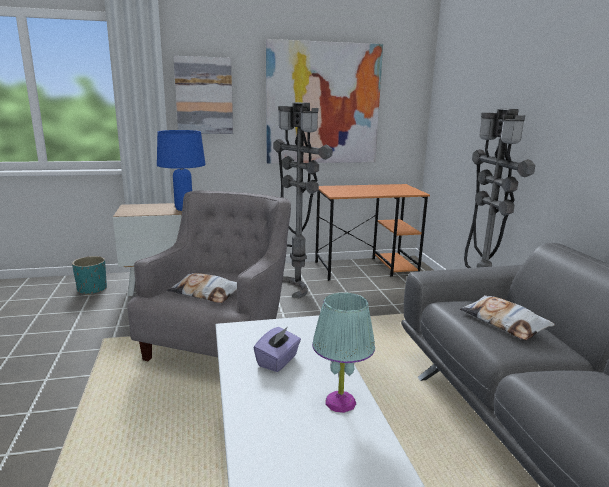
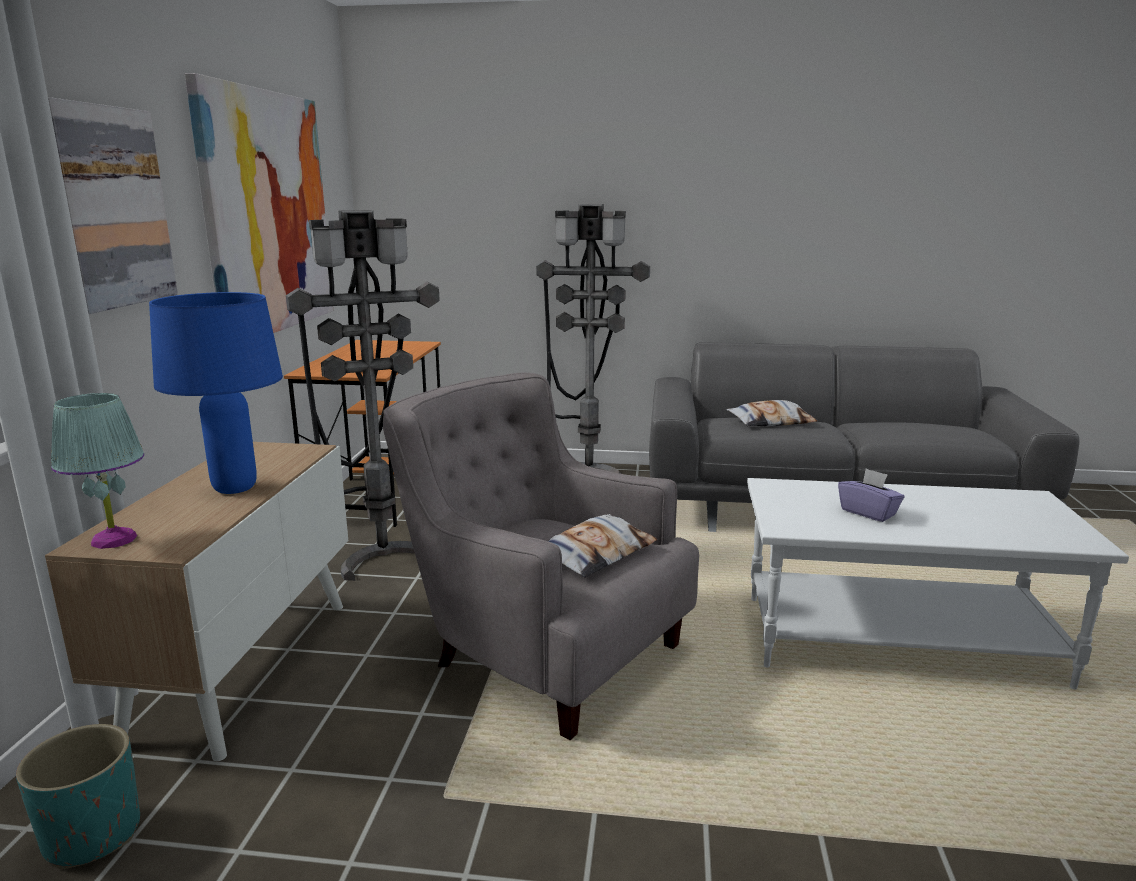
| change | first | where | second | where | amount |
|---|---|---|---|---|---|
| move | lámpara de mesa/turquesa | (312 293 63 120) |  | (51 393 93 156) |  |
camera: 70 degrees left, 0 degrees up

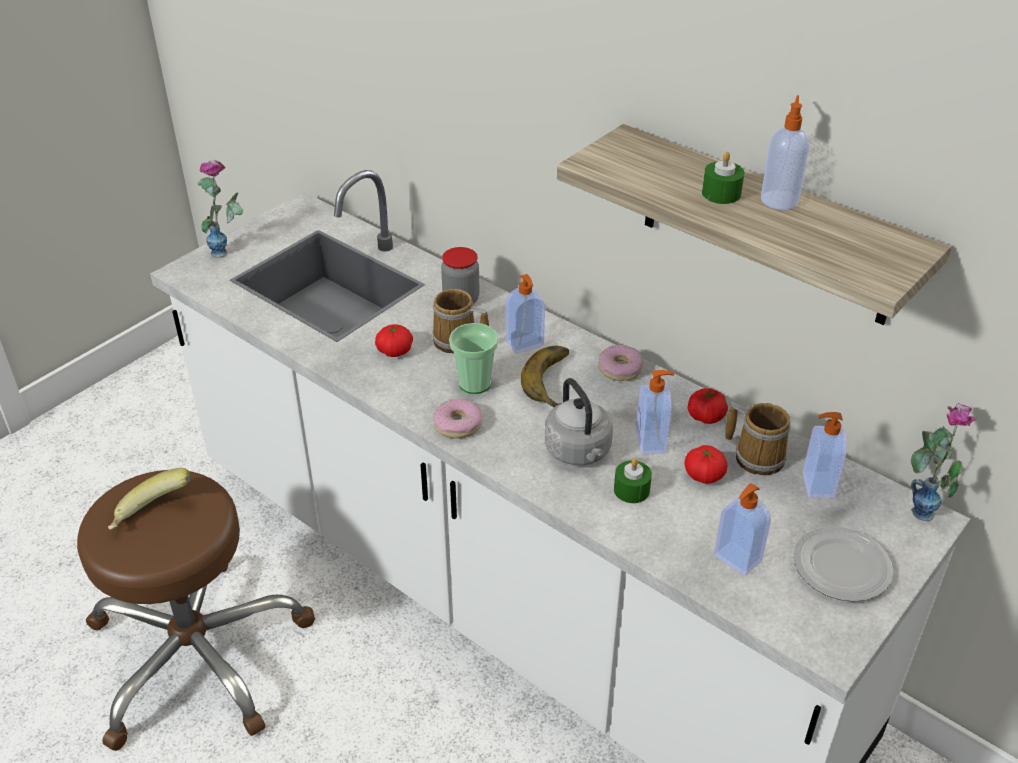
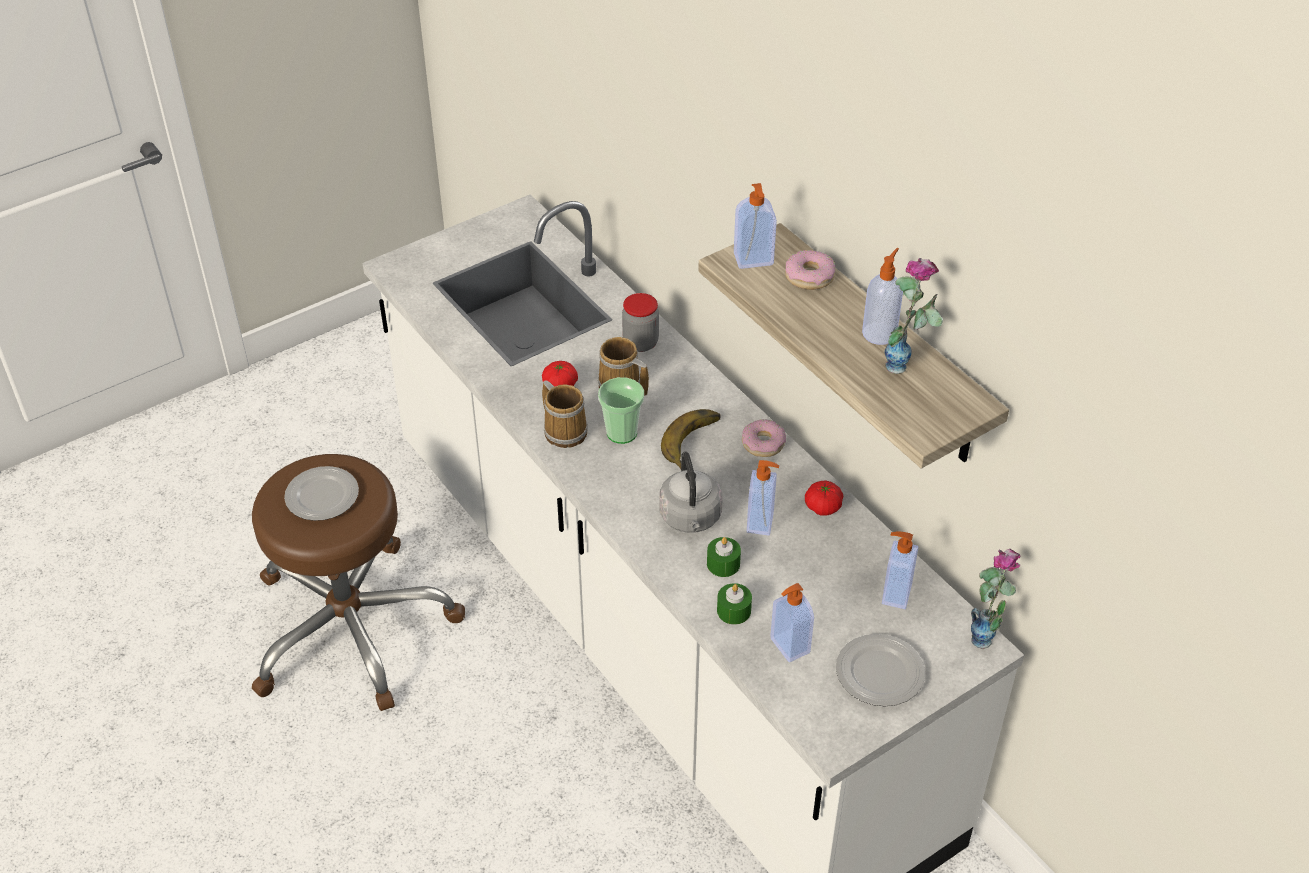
| change | first | where | second | where | amount |
|---|---|---|---|---|---|
| delete | tomate | (684 445 43 39) |  |  |  |
| move | florero | (198 160 45 98) |  | (885 258 58 116) |  |
| move | rosquilla | (433 399 49 40) |  | (785 250 50 40) |  |
| move | dispensador de jabón | (506 274 39 80) |  | (734 183 43 86) |  |
| move | vela/verde | (702 152 42 52) |  | (717 583 35 42) |  |
| move | taza grande | (725 403 66 72) |  | (542 380 46 68) |  |
| replace | plátano | (108 468 84 62) | plato | (284 466 75 55) |  |
camera: 15 degrees right, 5 degrees up

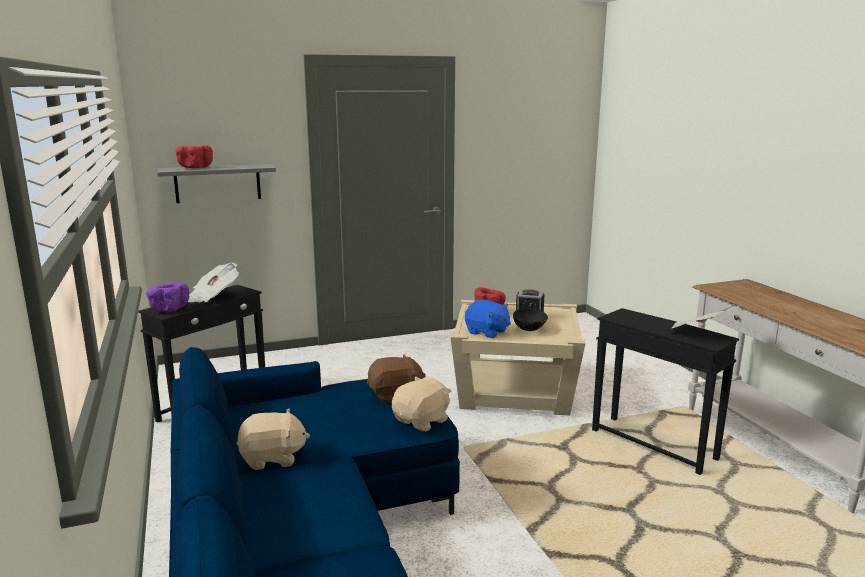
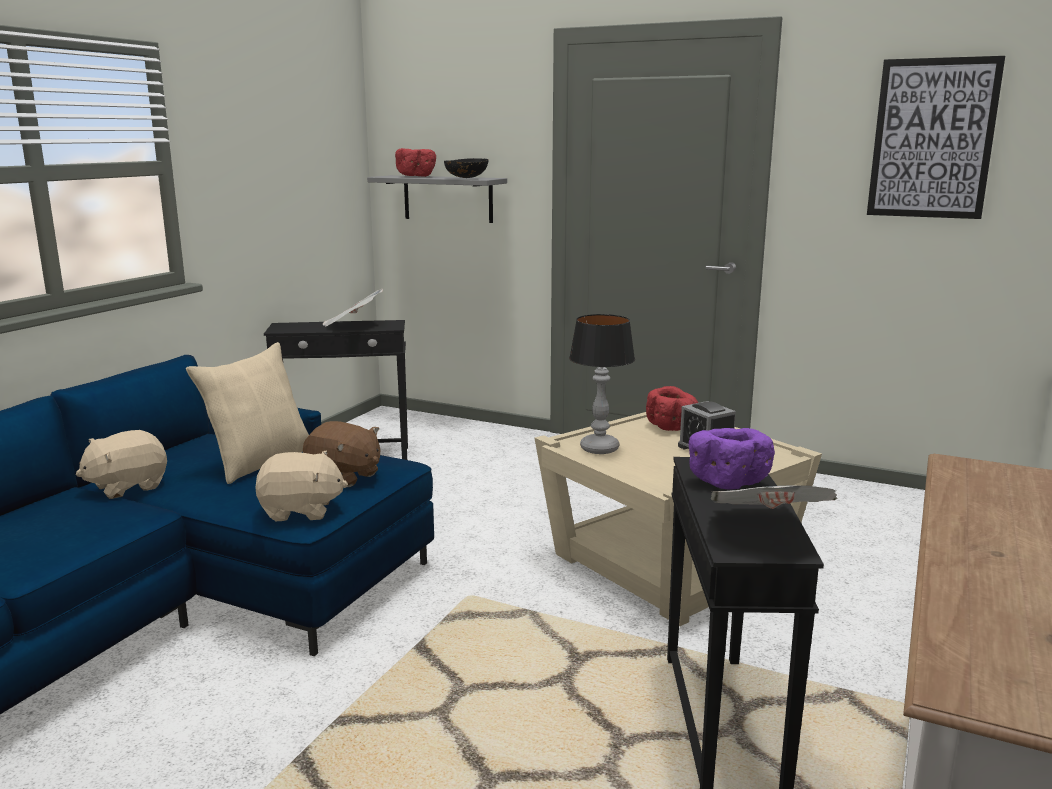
| change | first | where | second | where | amount |
|---|---|---|---|---|---|
| insert |  |  | cojín/beis | (186 342 123 142) |  |
| insert |  |  | cuadro | (867 56 138 163) |  |
| move | cuenco/morado | (146 282 43 30) |  | (688 428 87 61) |  |
| move | cuenco/negro | (513 309 35 22) |  | (444 158 45 20) |  |
| replace | peluche/azul | (465 300 46 38) | lámpara de mesa | (569 314 66 140) |  |
| rotate | peluche/beis | (236 409 74 61) |  | (76 430 91 69) | 105 degrees clockwise |
camera: 45 degrees right, 0 degrees up

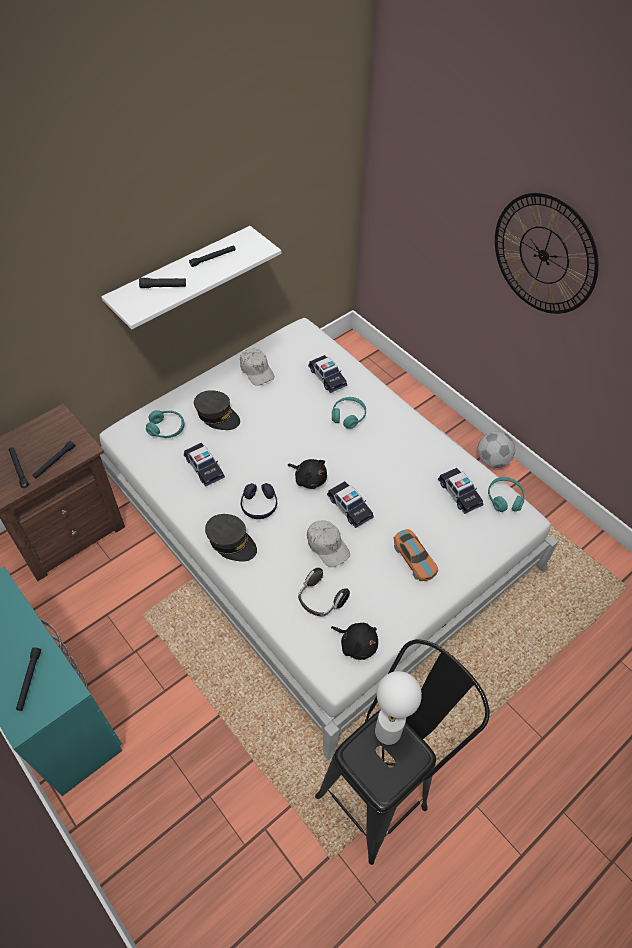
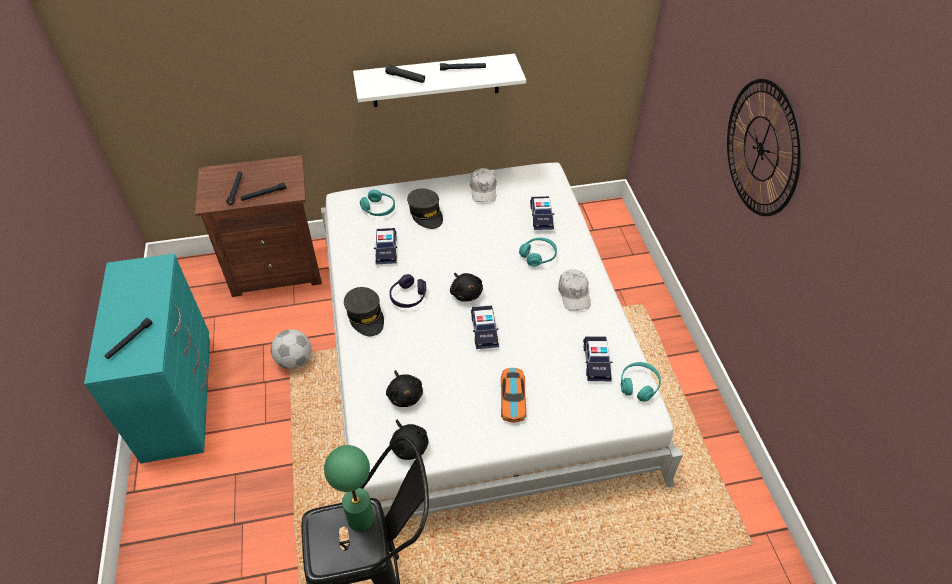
| change | first | where | second | where | amount |
|---|---|---|---|---|---|
| move | gorra/blanco | (307 521 43 46) |  | (558 269 33 42) |  |
| move | balón de fútbol | (477 431 38 37) |  | (271 329 40 40) |  |
| replace | auriculares | (298 568 52 49) | peluche/negro | (386 370 37 37) |  |
| recolor | lámpara de mesa/blanco | (375 671 47 74) | lámpara de mesa/verde | (324 445 50 87) |  |
camera: 30 degrees right, 5 degrees down

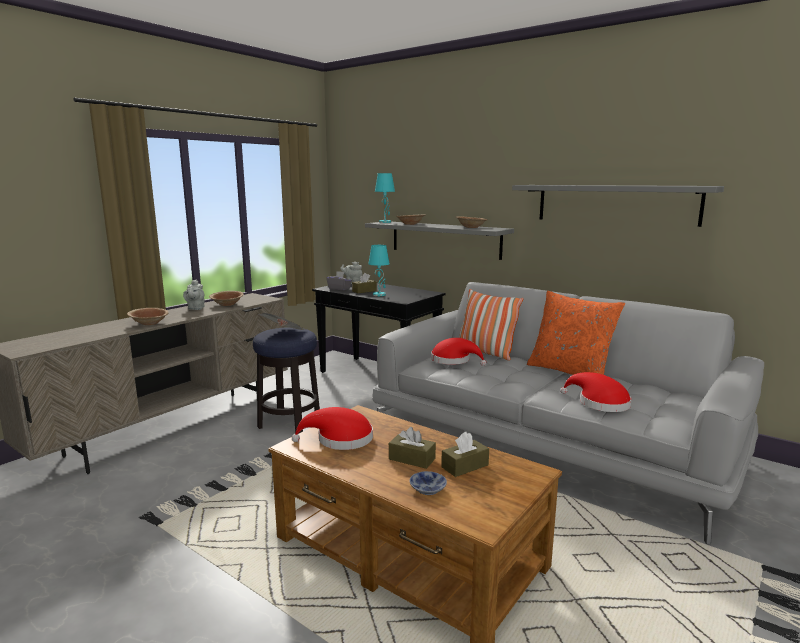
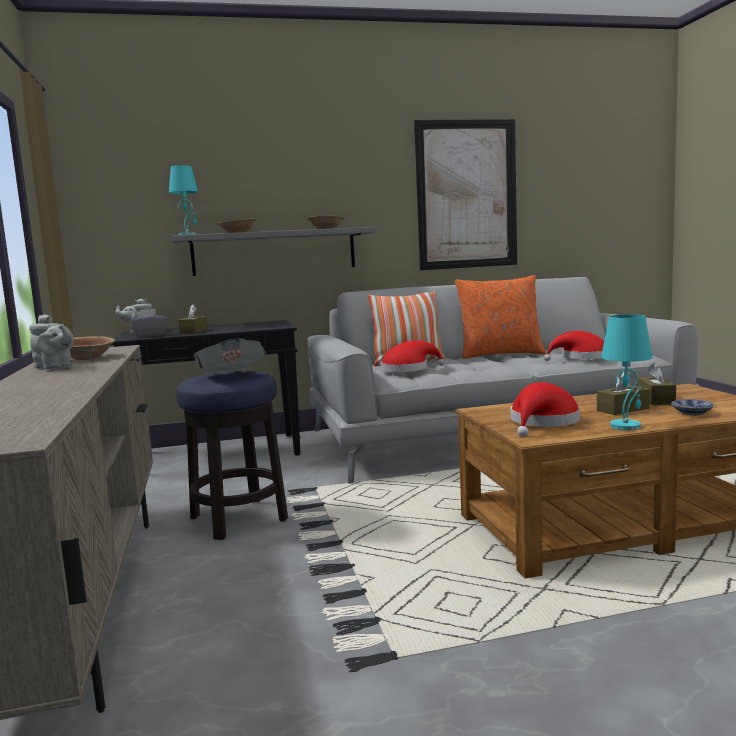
| change | first | where | second | where | amount |
|---|---|---|---|---|---|
| delete | cuenco/marrón | (127 308 42 17) |  |  |  |
| move | lámpara de mesa/turquesa | (368 245 22 51) |  | (601 314 52 117) |  |
| replace | estante/gris | (512 185 212 42) | cuadro | (414 119 103 151) |  |
camera: 50 degrees left, 5 degrees down

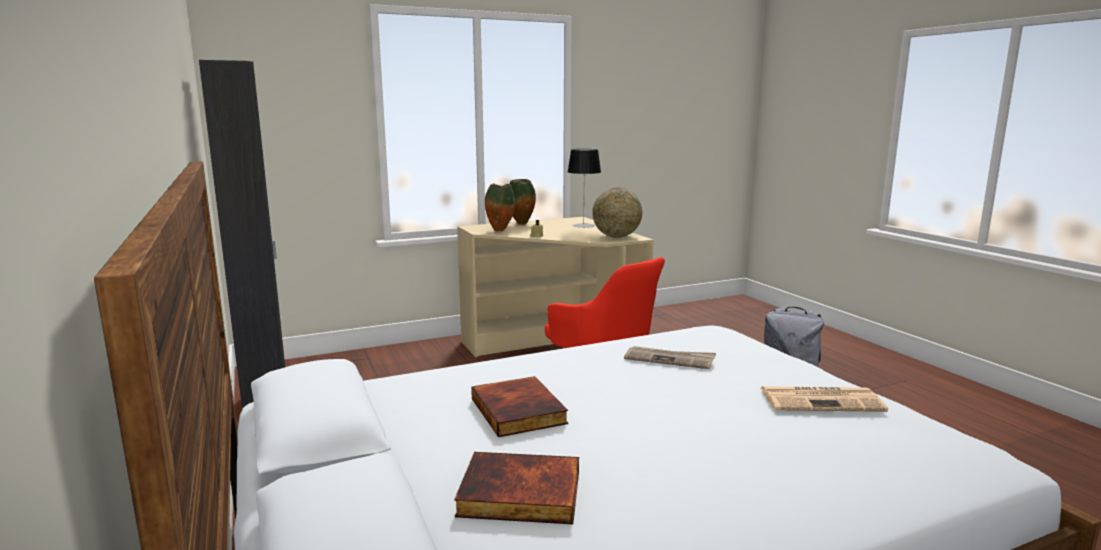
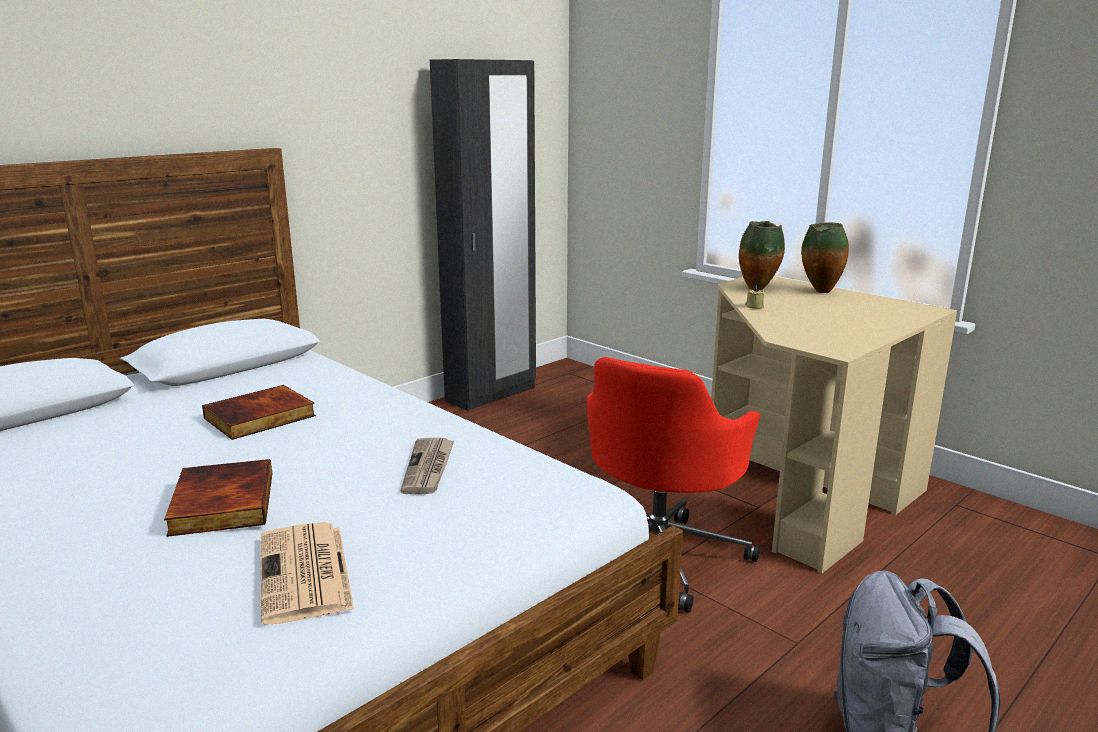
| change | first | where | second | where | amount |
|---|---|---|---|---|---|
| delete | lámpara de mesa | (568 149 33 79) |  |  |  |
| delete | globo terráqueo | (592 187 50 51) |  |  |  |
| move | libro | (454 452 125 72) |  | (164 459 108 78) |  |
camera: 70 degrees right, 5 degrees up

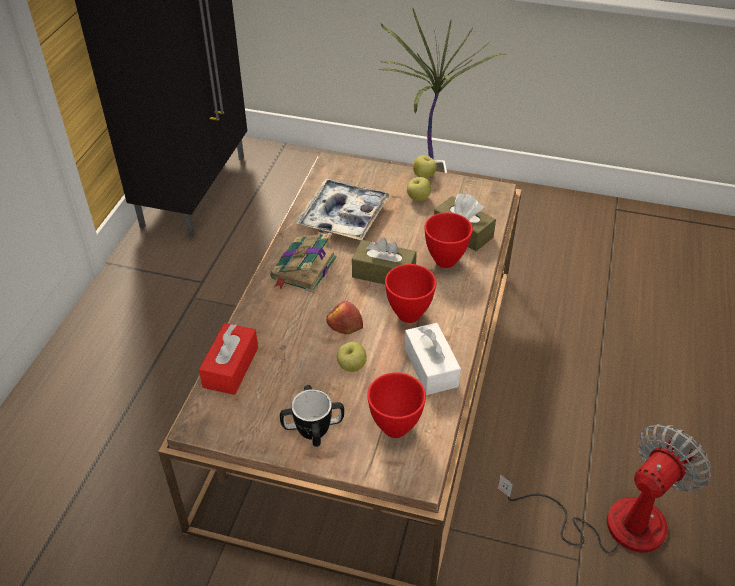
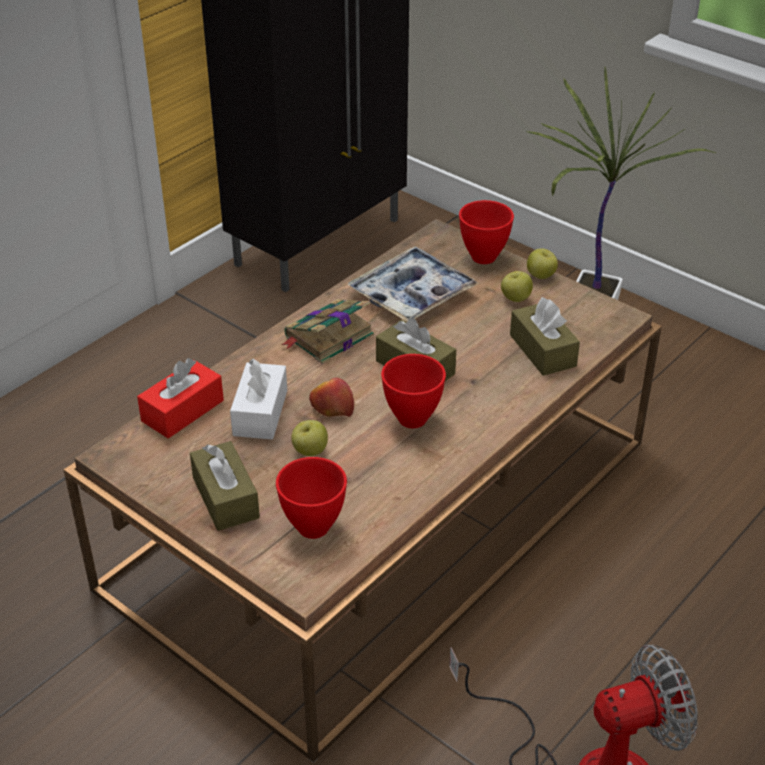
| change | first | where | second | where | amount |
|---|---|---|---|---|---|
| move | caja de pañuelos/blanco | (405 323 56 72) |  | (230 359 57 81) |  |
| move | cuenco/rojo | (424 212 49 56) |  | (459 200 55 64) |  |
| replace | taza grande | (280 385 64 62) | caja de pañuelos/marrón | (190 441 70 90) |  |
camera: 25 degrees right, 5 degrees down

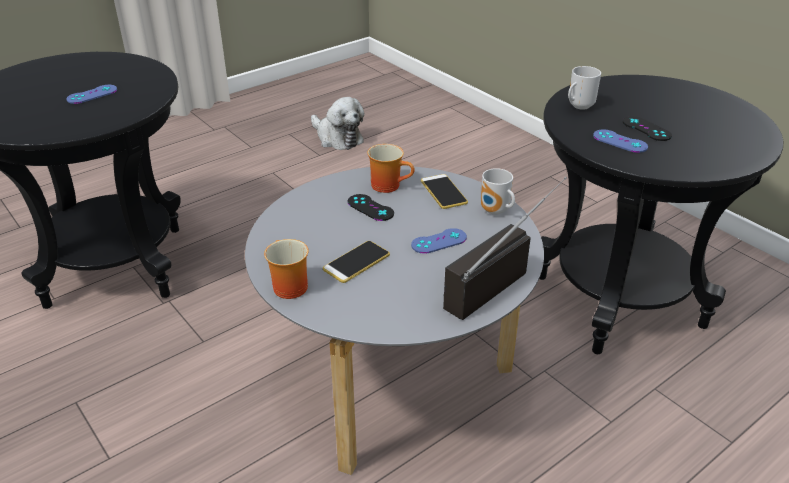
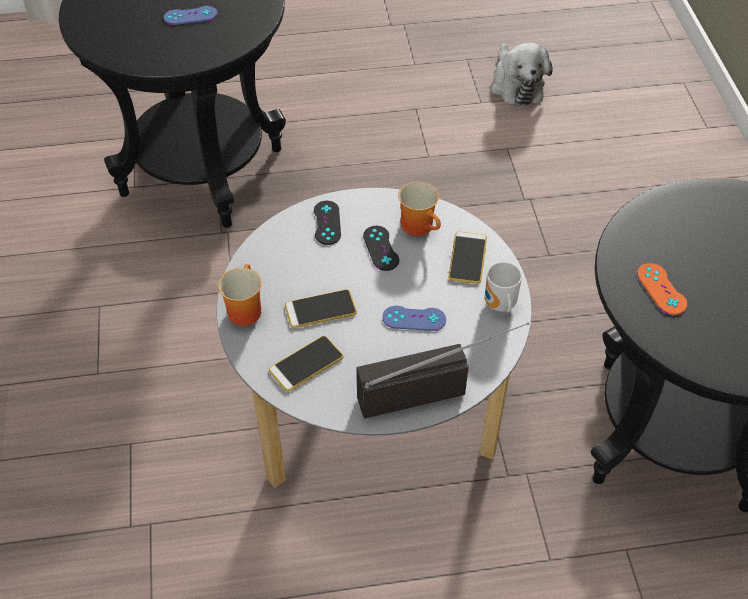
| change | first | where | second | where | amount |
|---|---|---|---|---|---|
| delete | taza grande | (568 66 33 44) |  |  |  |
| insert |  |  | móvil | (269 336 75 56) |  |
| move | mando de consola/negro | (623 116 49 25) |  | (314 201 27 44) |  |
| recolor | mando de consola/azul | (593 129 55 24) | mando de consola/naranja | (637 263 50 52) |  |
camera: 30 degrees right, 15 degrees up

